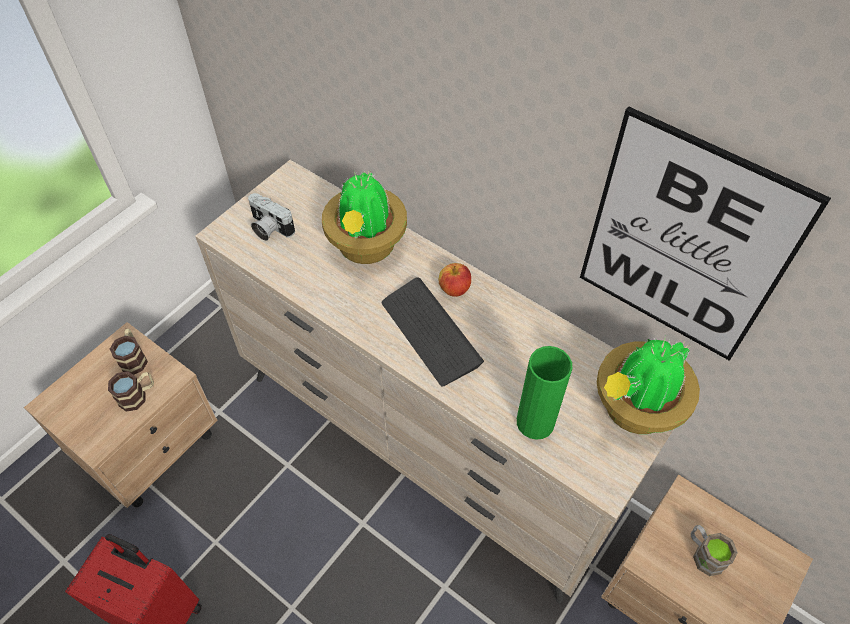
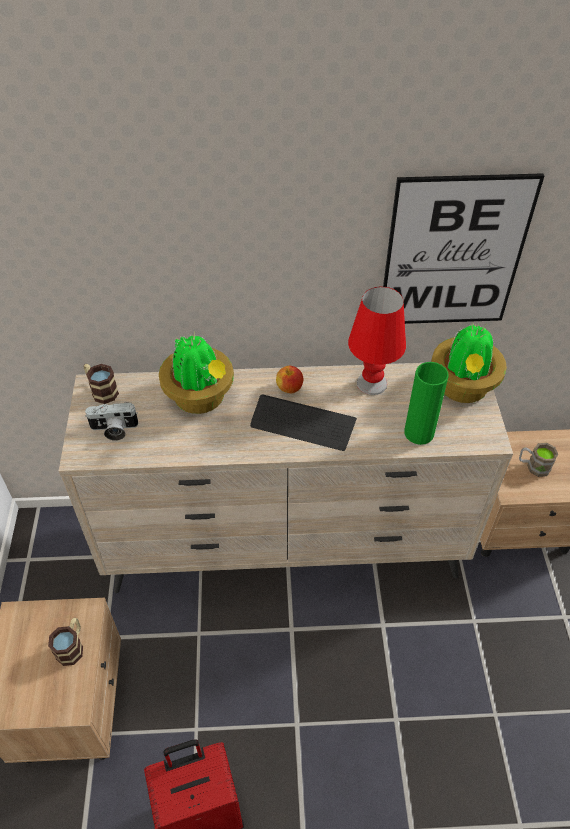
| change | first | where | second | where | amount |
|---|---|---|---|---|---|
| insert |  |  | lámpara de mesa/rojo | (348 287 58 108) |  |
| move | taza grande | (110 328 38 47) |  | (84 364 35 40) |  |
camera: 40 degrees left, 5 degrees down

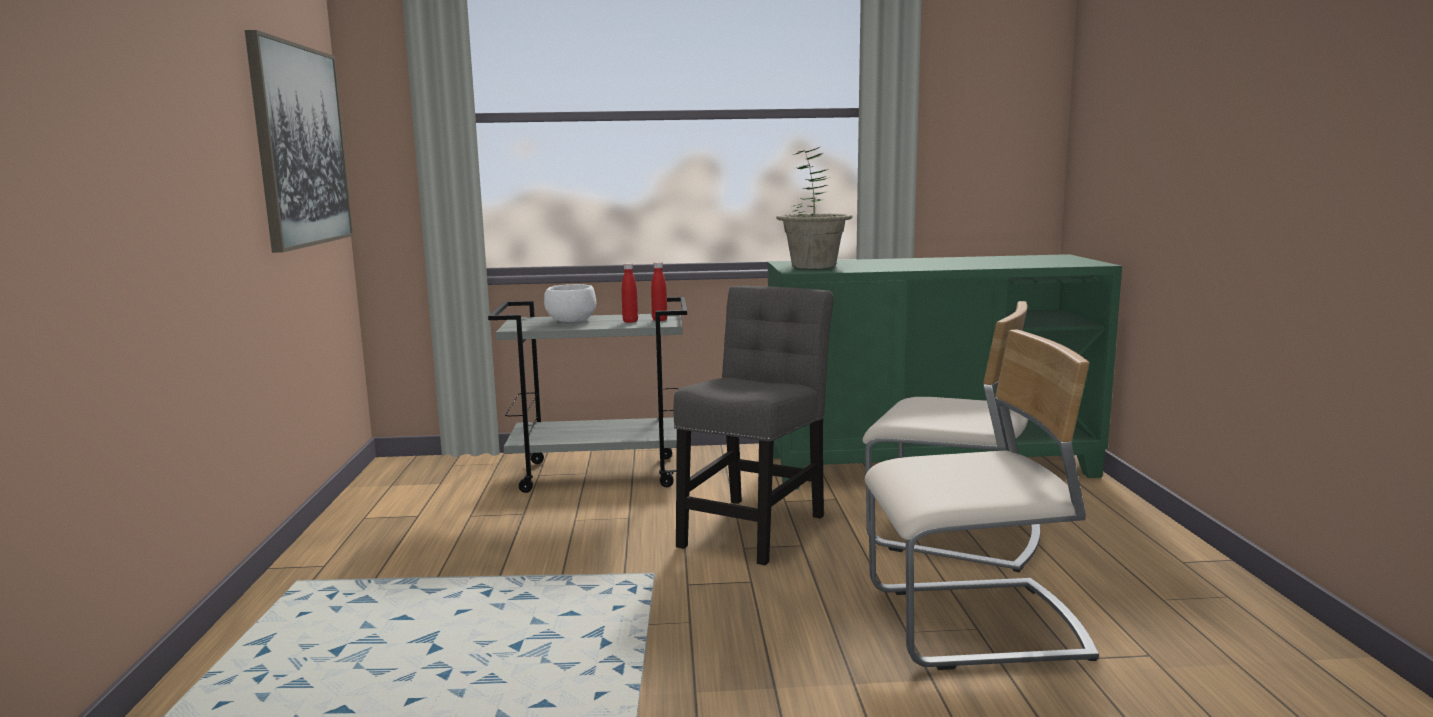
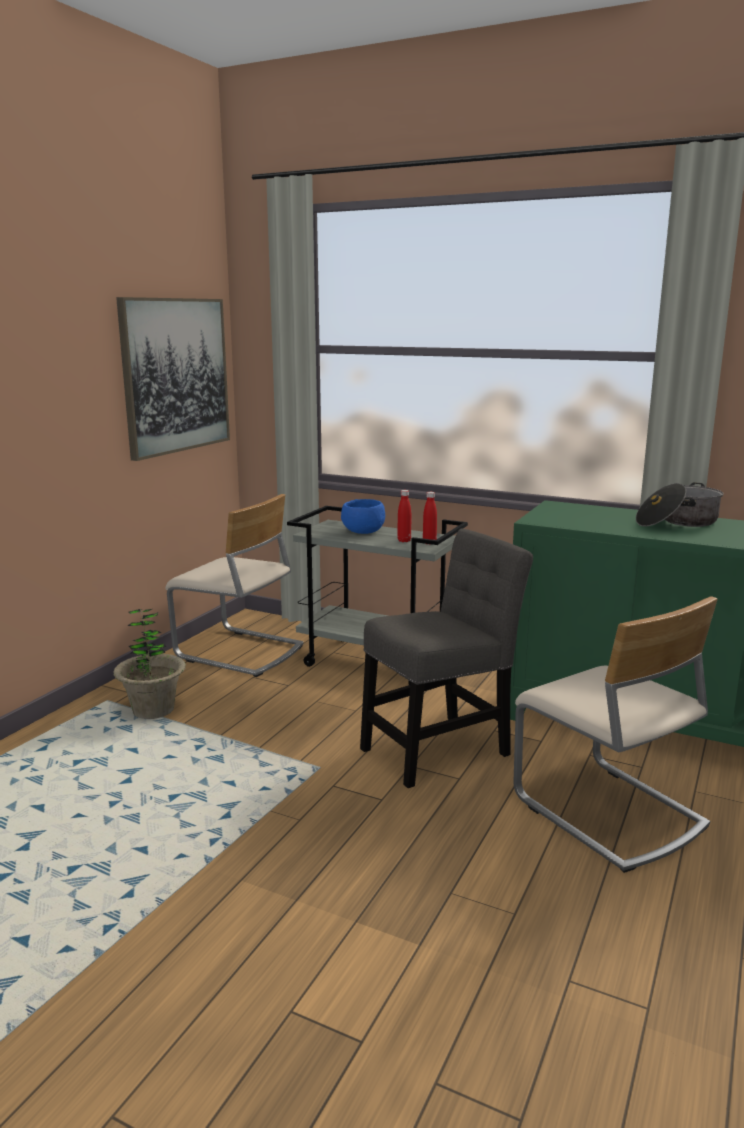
| change | first | where | second | where | amount |
|---|---|---|---|---|---|
| insert |  |  | olla | (636 482 87 45) |  |
| move | planta en maceta | (776 147 77 122) |  | (113 609 73 110) |  |
| move | silla/beis | (865 330 234 340) |  | (166 494 137 183) |  |
| recolor | cuenco/blanco | (544 284 52 38) | cuenco/azul | (341 499 44 35) |  |
camera: 30 degrees right, 5 degrees up

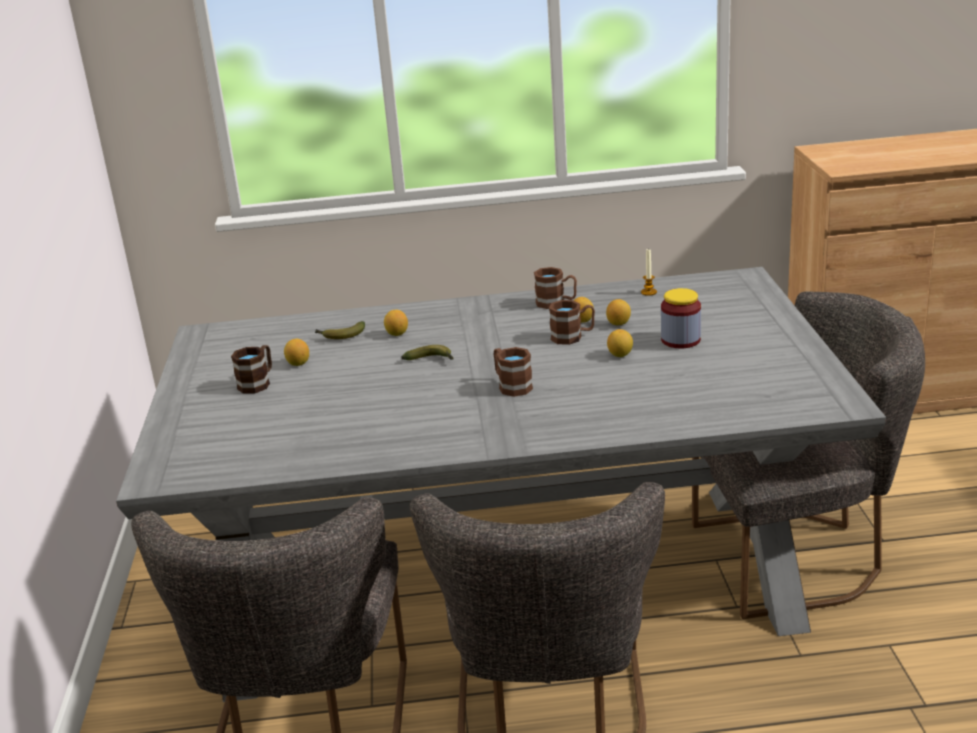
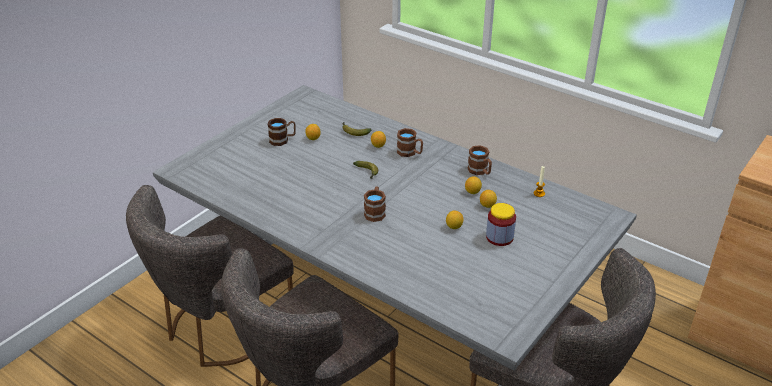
| change | first | where | second | where | amount |
|---|---|---|---|---|---|
| move | taza grande/marrón | (549 300 46 45) |  | (397 128 26 29) |  |
camera: 40 degrees right, 10 degrees up

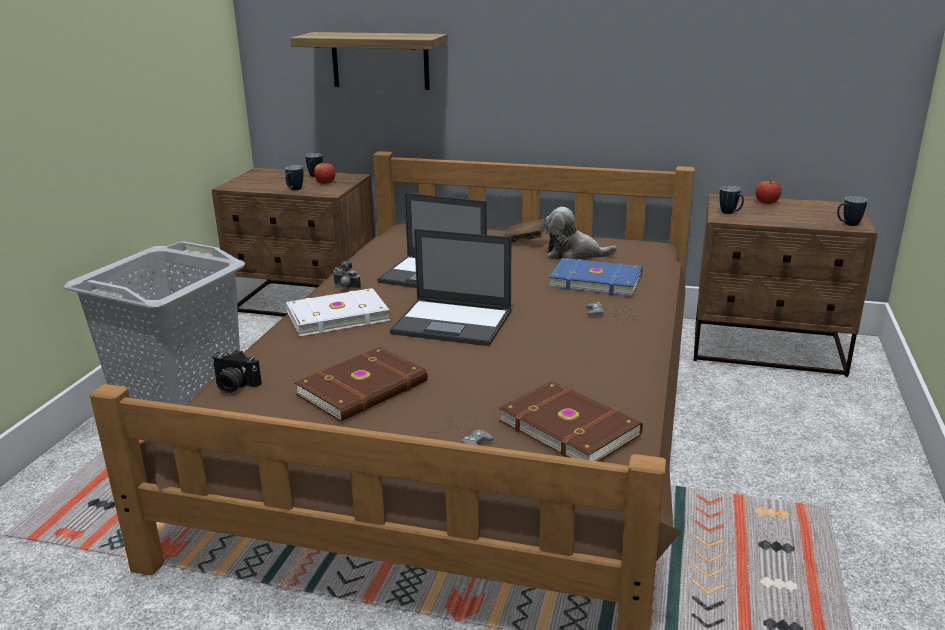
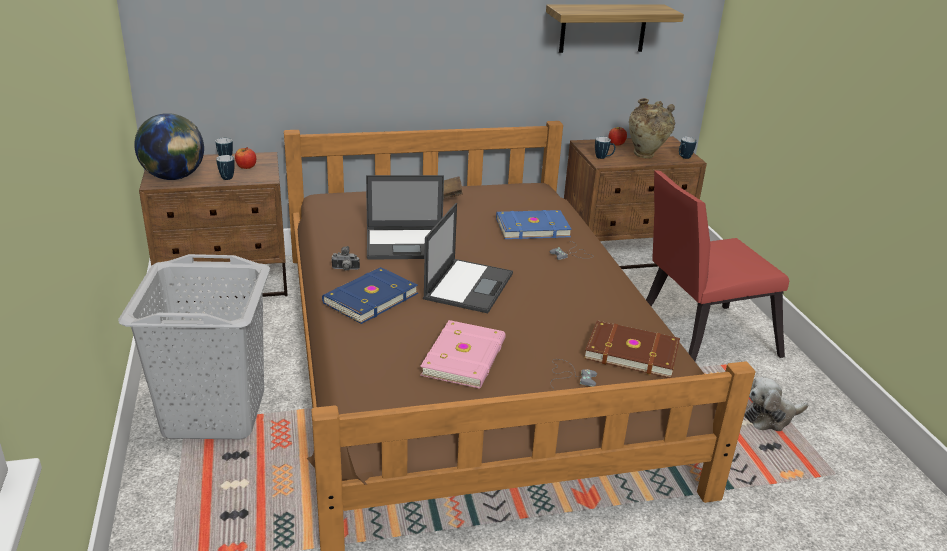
| change | first | where | second | where | amount |
|---|---|---|---|---|---|
| delete | cámara | (212 350 50 43) |  |  |  |
| insert |  |  | globo terráqueo | (134 113 70 67) |  |
| insert |  |  | florero/beis | (629 98 46 60) |  |
| insert |  |  | silla/rojo | (646 170 143 191) |  |
| move | estante | (290 32 158 58) |  | (546 4 138 49) |  |
| move | peluche | (543 207 74 53) |  | (744 376 64 55) |  |
| recolor | libro/blanco | (286 288 104 48) | libro/azul | (322 267 96 57) |  |
| recolor | libro/marrón | (294 347 134 74) | libro/rosa | (420 320 86 68) |  |
| rotate | portátil | (390 229 122 117) |  | (423 203 90 110) | 60 degrees counterclockwise |
camera: 30 degrees left, 5 degrees up

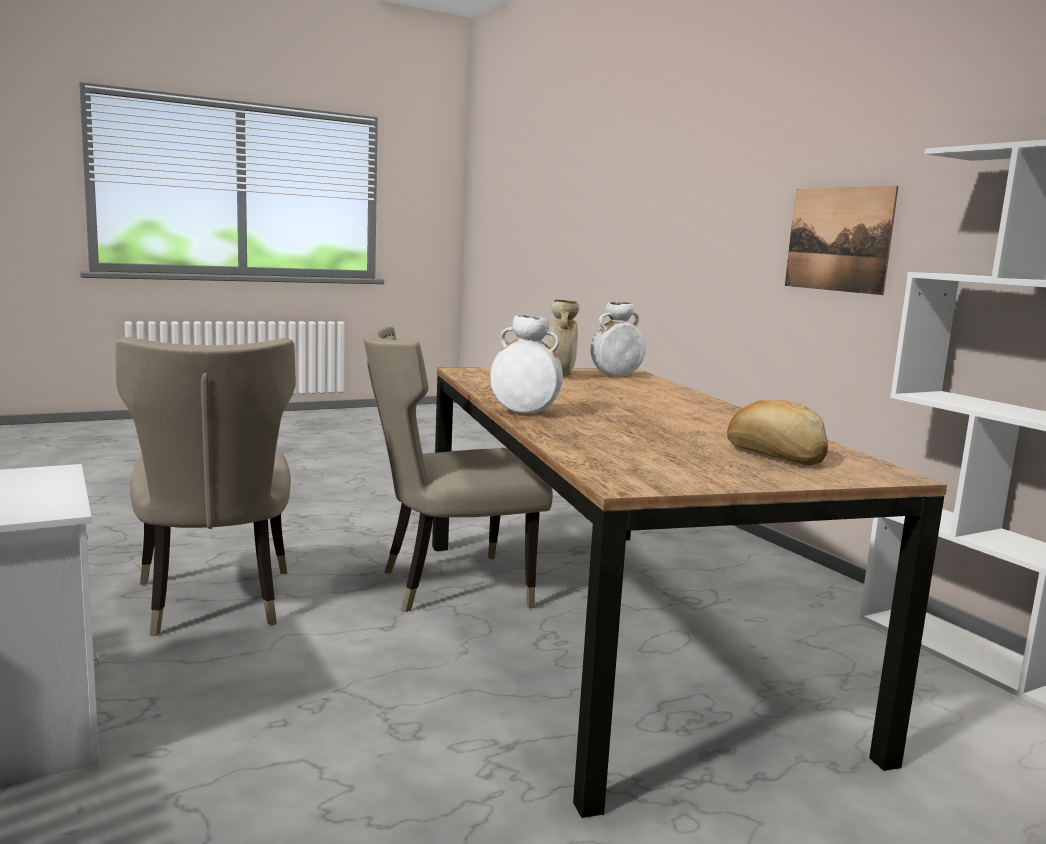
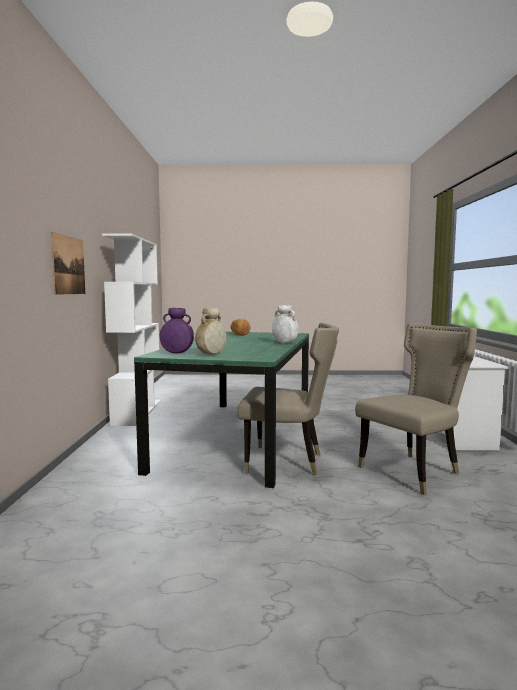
| change | first | where | second | where | amount |
|---|---|---|---|---|---|
| recolor | mesa de comedor/marrón | (432 368 515 450) | mesa de comedor/verde | (134 332 175 156) |  |
| recolor | florero/blanco | (591 301 55 75) | florero/morado | (160 308 34 45) |  |
| rotate | silla/beis | (116 337 180 299) |  | (355 323 122 172) | 45 degrees clockwise |
camera: 150 degrees left, 5 degrees down

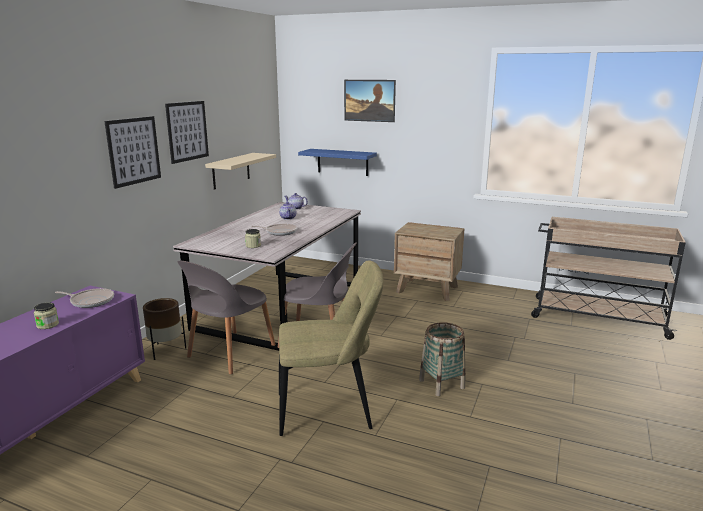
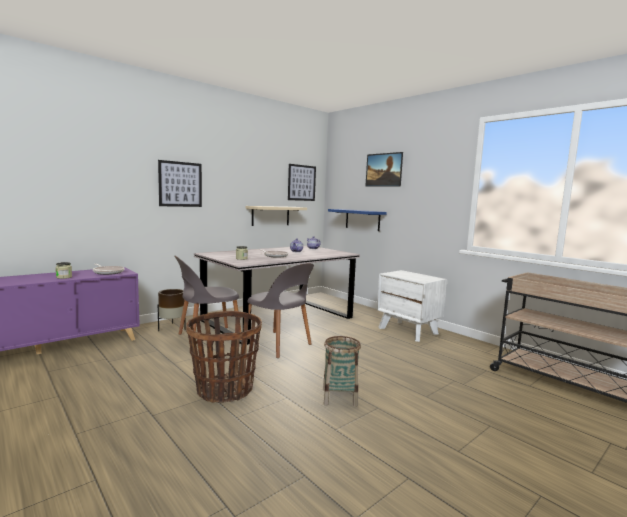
| change | first | where | second | where | amount |
|---|---|---|---|---|---|
| move | cuadro | (165 101 44 63) |  | (288 164 28 37) |  |
| replace | silla/beis | (279 260 104 176) | cesta | (186 311 76 92) |  |
| recolor | mesita de noche/marrón | (394 222 71 79) | mesita de noche/blanco | (377 270 70 72) |  |
camera: 25 degrees right, 10 degrees down

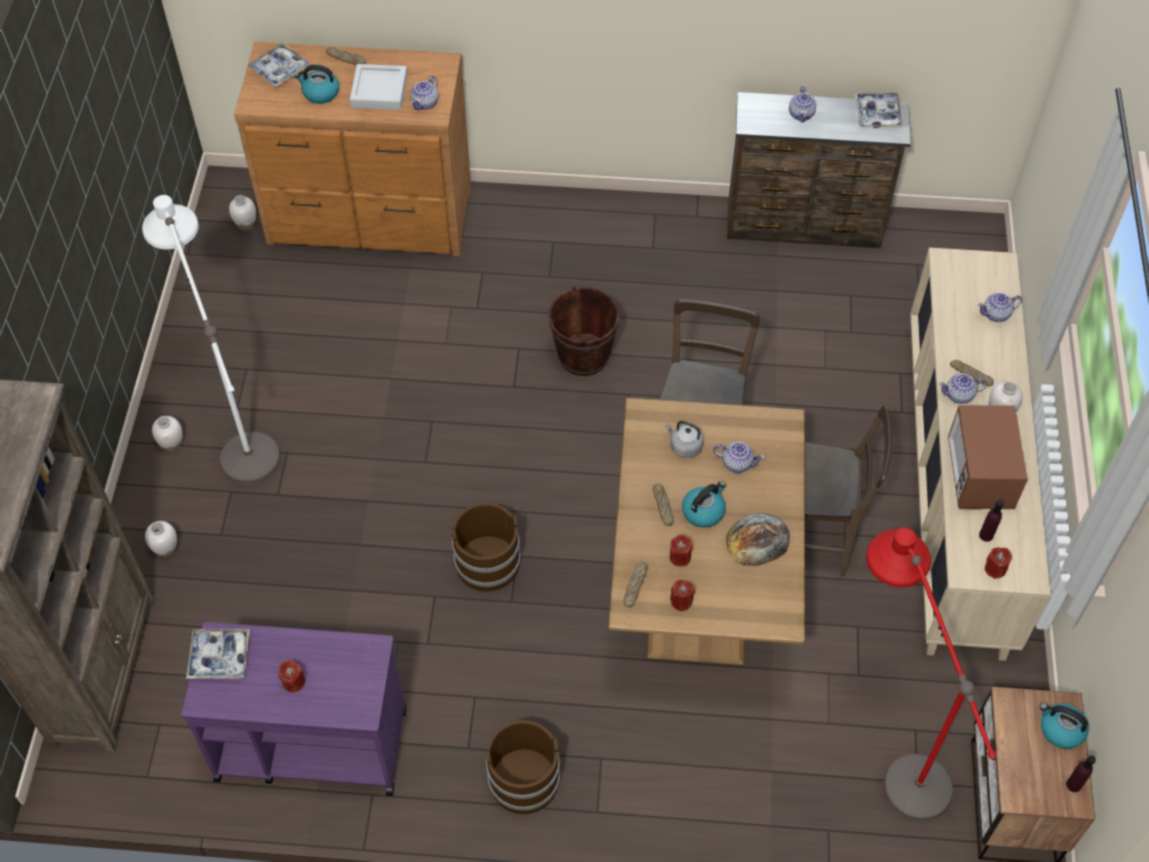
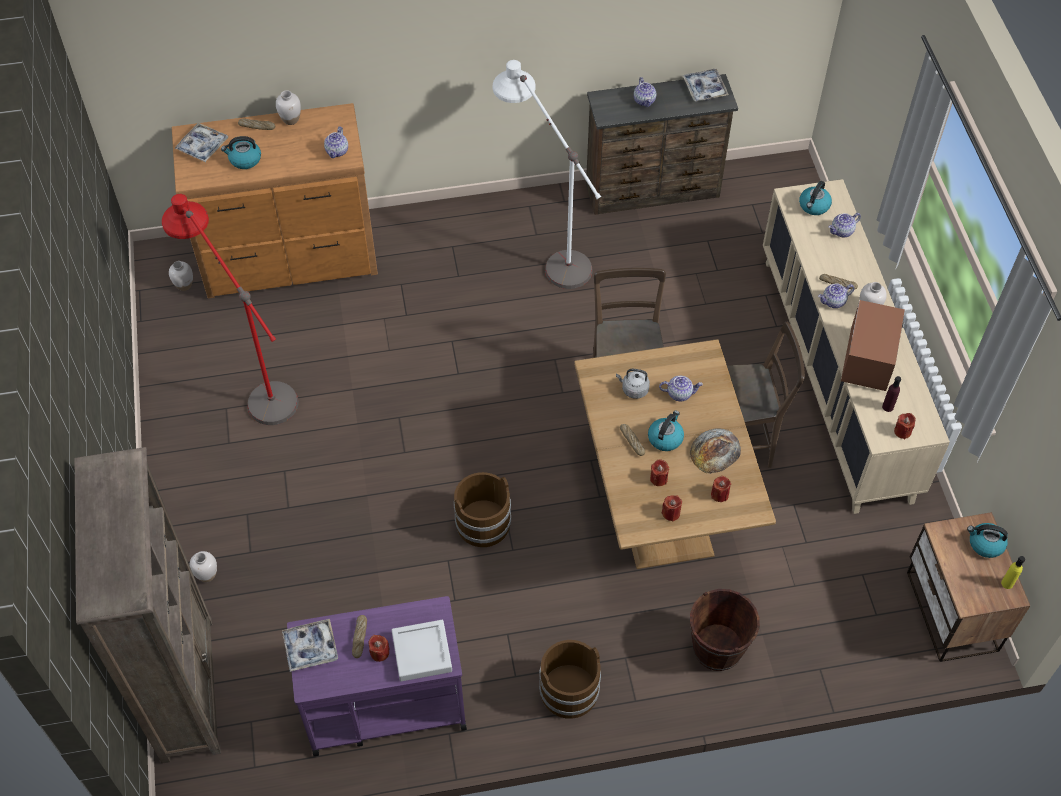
| change | first | where | second | where | amount |
|---|---|---|---|---|---|
| insert |  |  | vela/rojo | (711 476 20 26) |  |
| insert |  |  | hervidor | (799 181 33 34) |  |
| move | lámpara de pie/blanco | (142 195 139 290) |  | (493 60 108 229) |  |
| move | florero/blanco | (152 416 31 36) |  | (276 90 25 35) |  |
| move | bandeja/gris | (350 64 57 46) |  | (392 620 60 61) |  |
| move | cubo/marrón | (548 286 71 90) |  | (690 589 70 82) |  |
| move | pan | (624 561 23 46) |  | (352 615 15 43) |  |
| move | lámpara de pie/rojo | (866 527 131 294) |  | (162 194 137 231) |  |
| recolor | botella/morado | (1066 755 30 37) | botella/amarillo | (1001 556 24 33) |  |
| rotate | microondas | (948 405 80 104) |  | (841 300 64 91) | 150 degrees counterclockwise |
camera: 15 degrees left, 0 degrees up

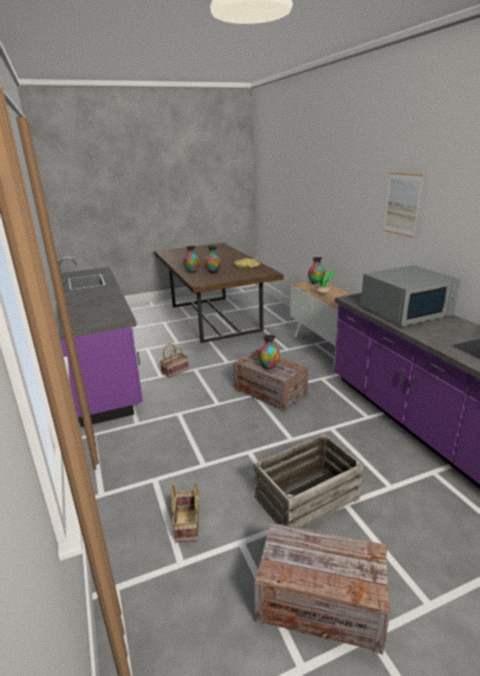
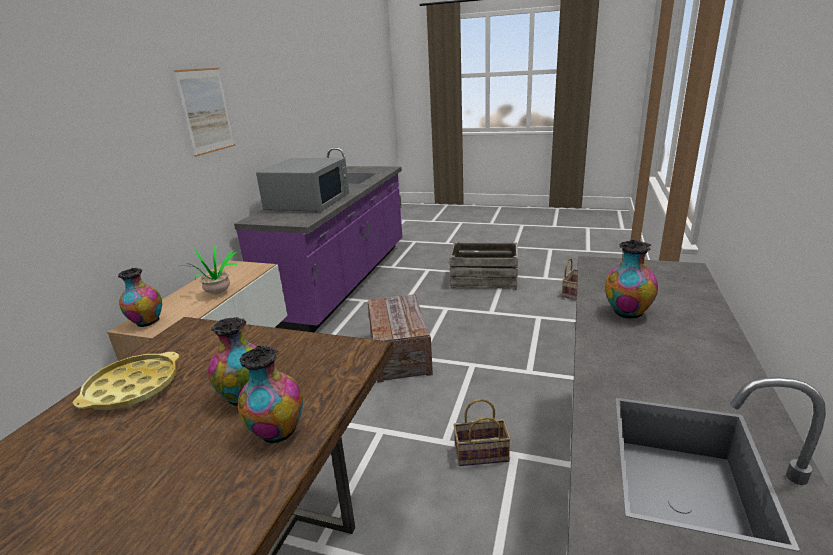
| change | first | where | second | where | amount |
|---|---|---|---|---|---|
| delete | caja de embalaje | (254 523 136 132) |  |  |  |
| move | florero | (258 335 22 34) |  | (605 240 53 79) |  |
| rotate | microondas/gris | (361 265 100 61) |  | (256 158 93 54) | 90 degrees clockwise |
camera: 140 degrees left, 0 degrees up

